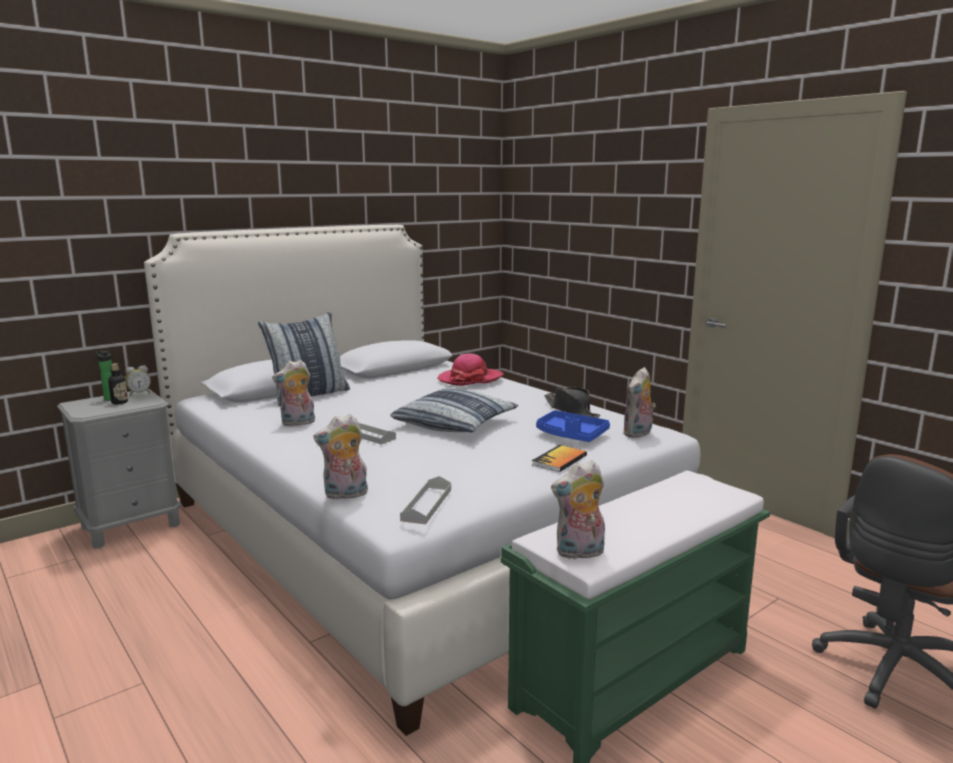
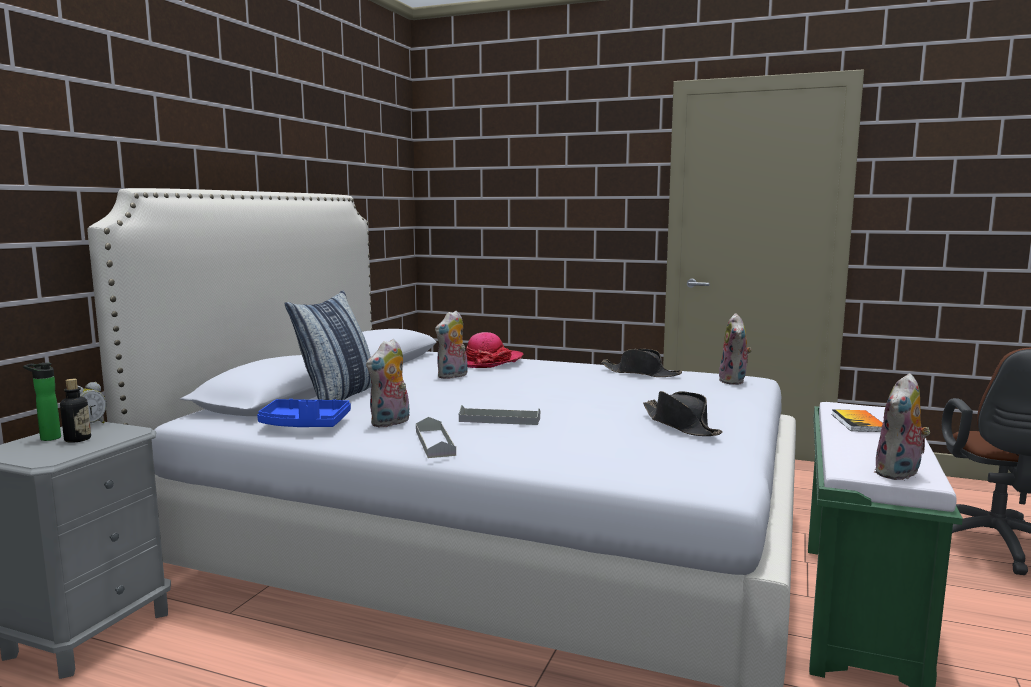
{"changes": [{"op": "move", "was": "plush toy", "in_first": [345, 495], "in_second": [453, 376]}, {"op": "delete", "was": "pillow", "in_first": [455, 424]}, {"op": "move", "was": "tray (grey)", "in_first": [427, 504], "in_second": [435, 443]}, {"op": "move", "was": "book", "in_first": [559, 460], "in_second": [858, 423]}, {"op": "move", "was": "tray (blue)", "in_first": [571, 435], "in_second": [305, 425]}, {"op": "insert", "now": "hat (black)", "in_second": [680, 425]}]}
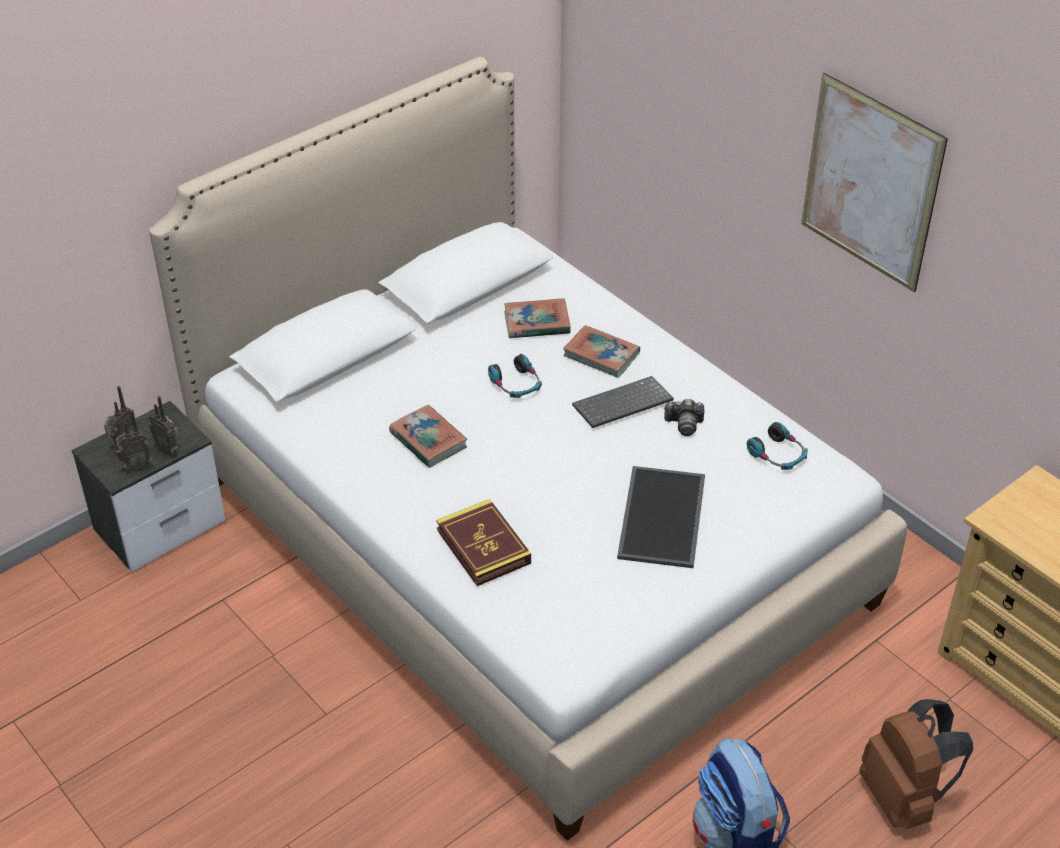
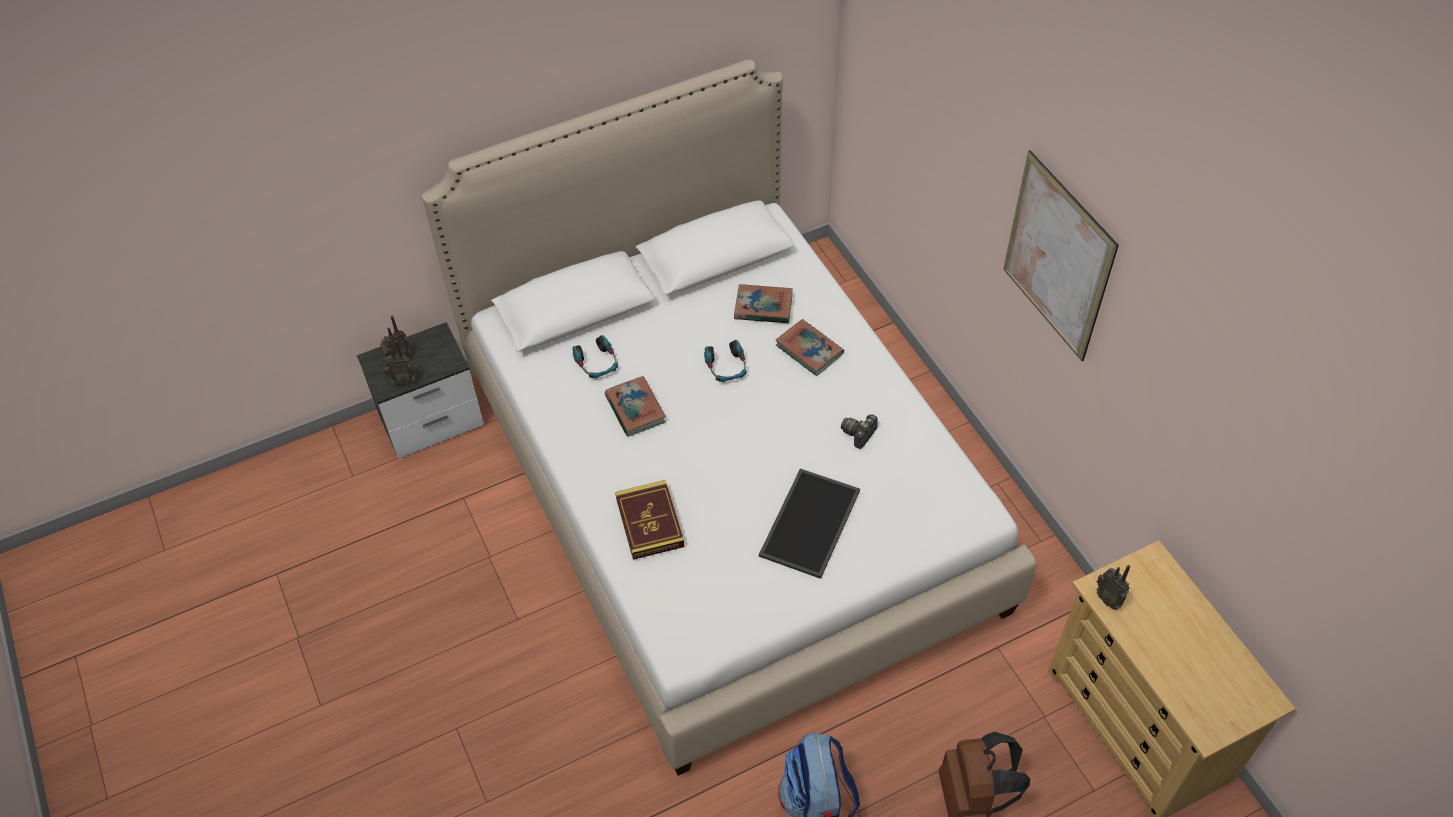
{"changes": [{"op": "move", "was": "radio", "in_first": [168, 449], "in_second": [1108, 599]}, {"op": "delete", "was": "keyboard", "in_first": [622, 405]}, {"op": "rotate", "was": "photo camera", "in_first": [684, 424], "in_second": [859, 434], "clockwise": 105}, {"op": "move", "was": "headphones", "in_first": [778, 455], "in_second": [597, 363]}]}
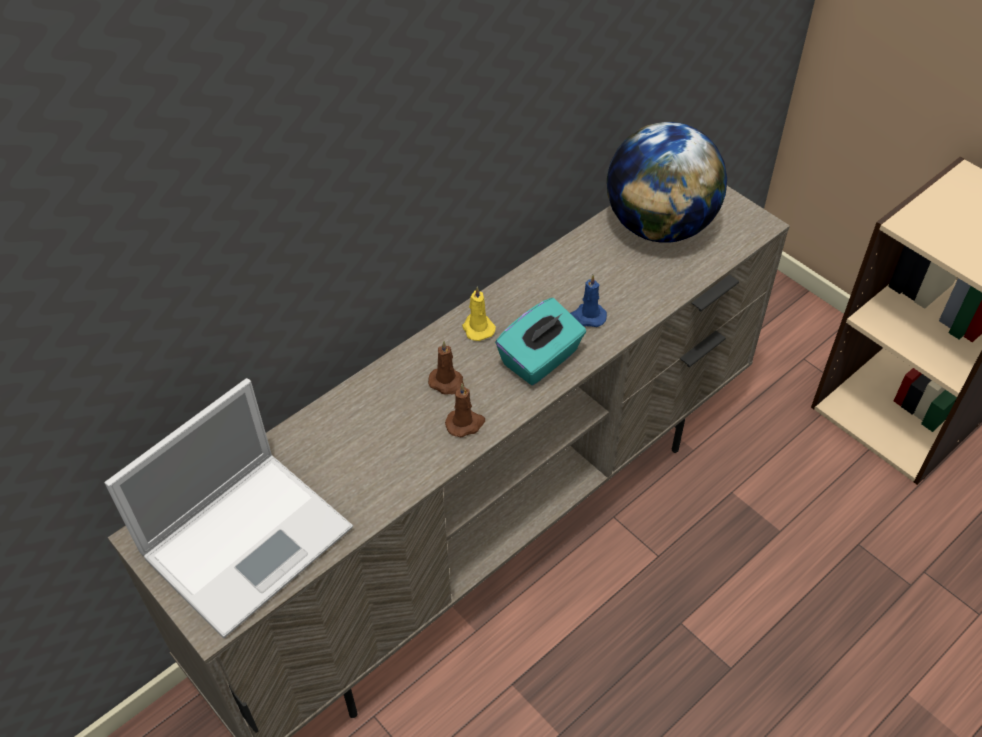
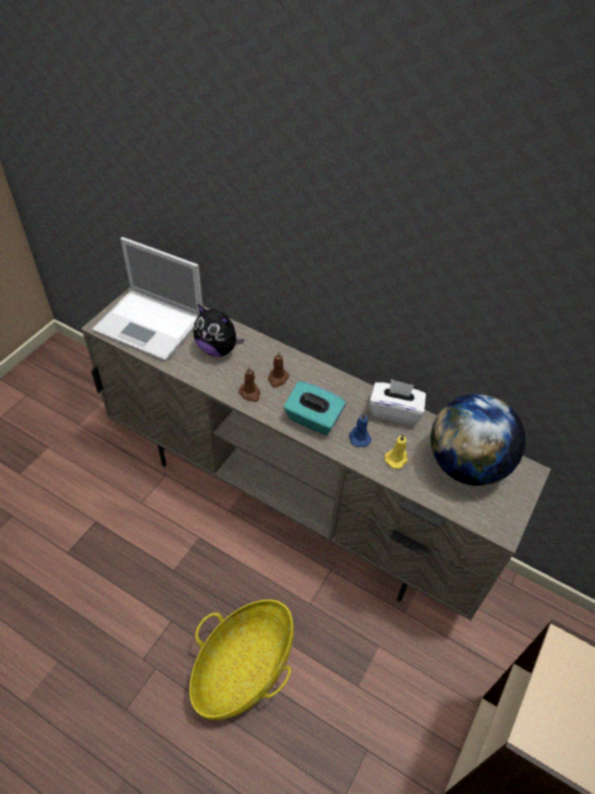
{"changes": [{"op": "move", "was": "candle (yellow)", "in_first": [477, 328], "in_second": [397, 458]}, {"op": "insert", "now": "basket", "in_second": [243, 668]}, {"op": "insert", "now": "plush toy", "in_second": [218, 349]}, {"op": "insert", "now": "tissue box (white)", "in_second": [394, 412]}]}
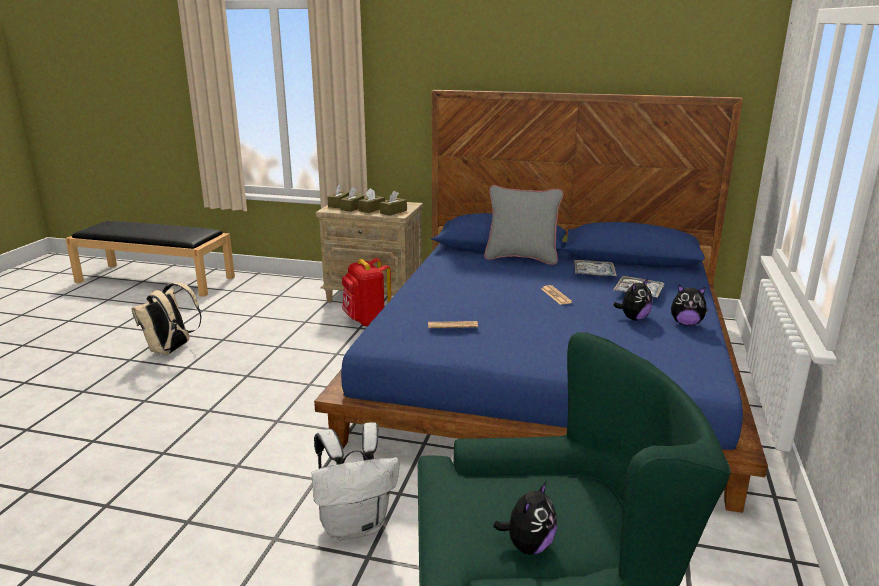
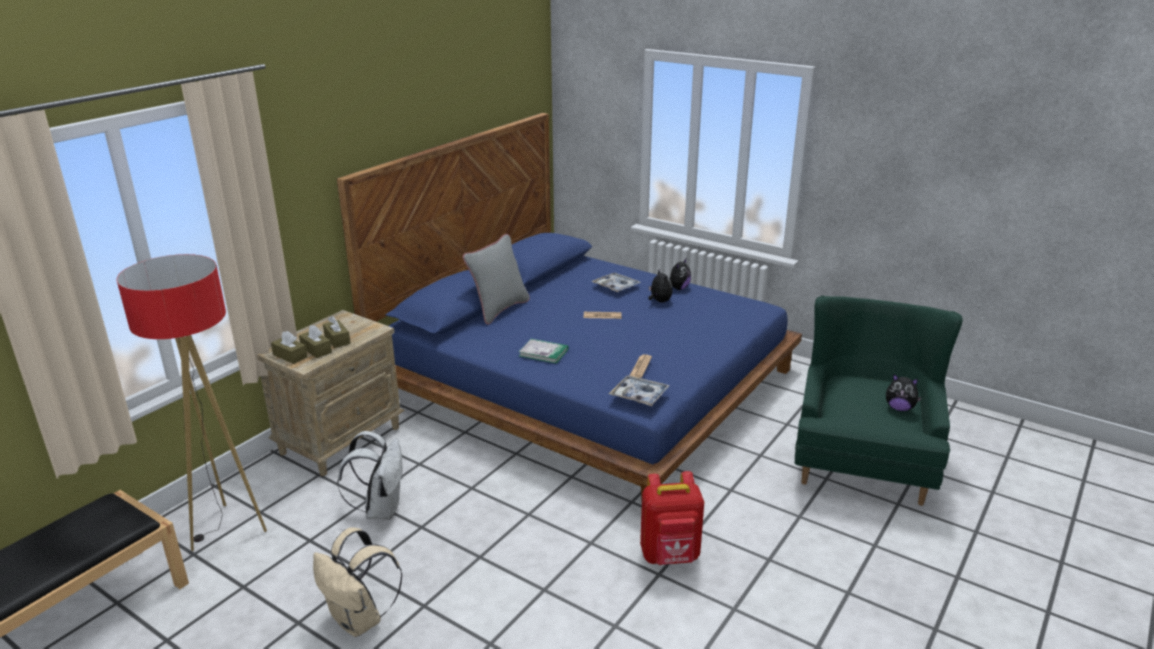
{"changes": [{"op": "move", "was": "backpack (white)", "in_first": [355, 525], "in_second": [381, 509]}, {"op": "move", "was": "backpack (red)", "in_first": [366, 321], "in_second": [670, 556]}, {"op": "delete", "was": "tissue box (brown)", "in_first": [393, 212]}, {"op": "rotate", "was": "plush toy", "in_first": [528, 545], "in_second": [899, 408], "clockwise": 150}, {"op": "move", "was": "tray", "in_first": [594, 273], "in_second": [639, 395]}, {"op": "insert", "now": "floor lamp", "in_second": [227, 529]}, {"op": "insert", "now": "book", "in_second": [543, 353]}]}
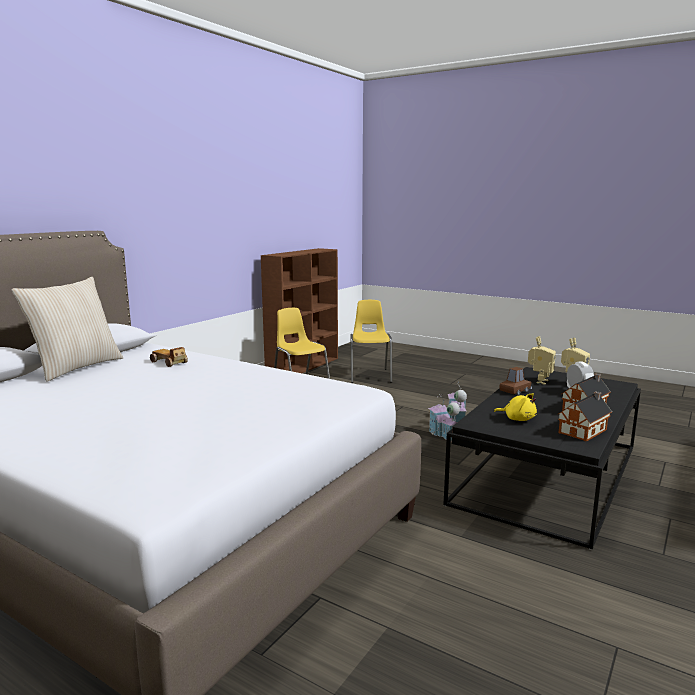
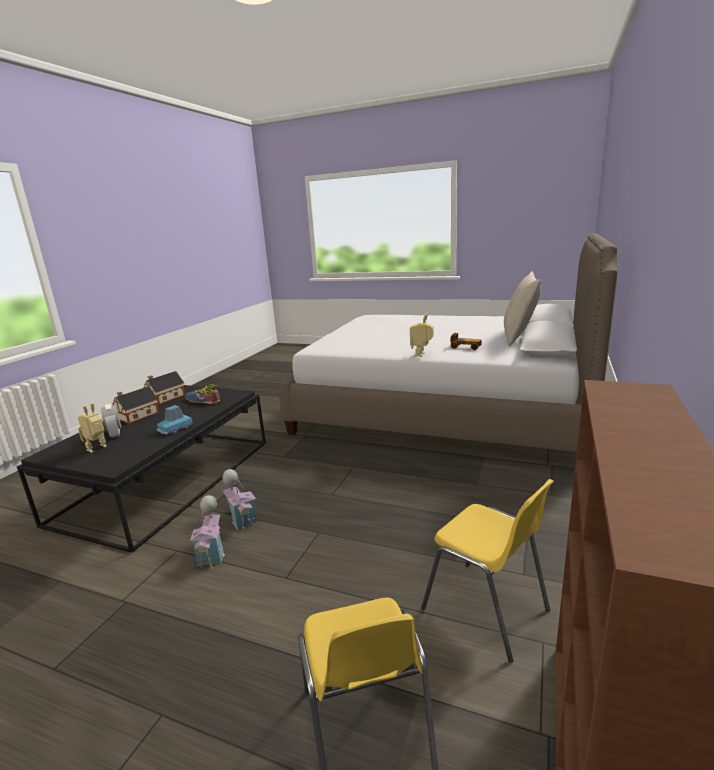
{"changes": [{"op": "replace", "was": "plush toy (yellow)", "now": "shoe", "in_first": [517, 419], "in_second": [203, 401]}, {"op": "recolor", "was": "toy car (brown)", "now": "toy car (blue)", "in_first": [515, 391], "in_second": [175, 429]}, {"op": "move", "was": "toy robot", "in_first": [539, 381], "in_second": [422, 355]}]}
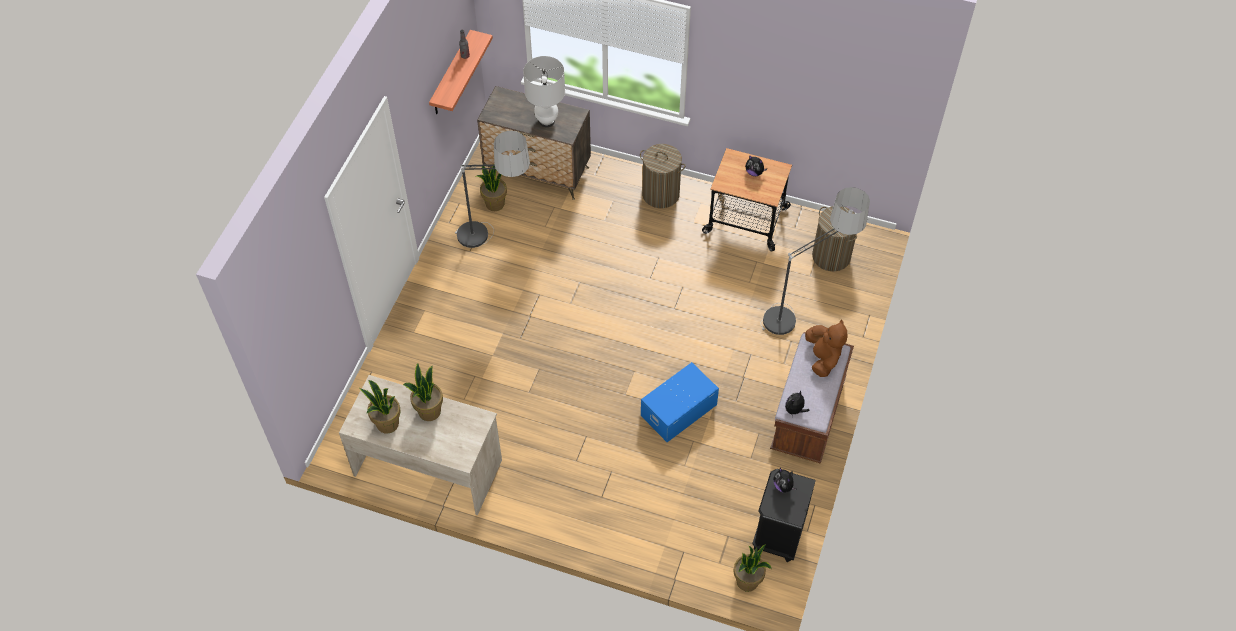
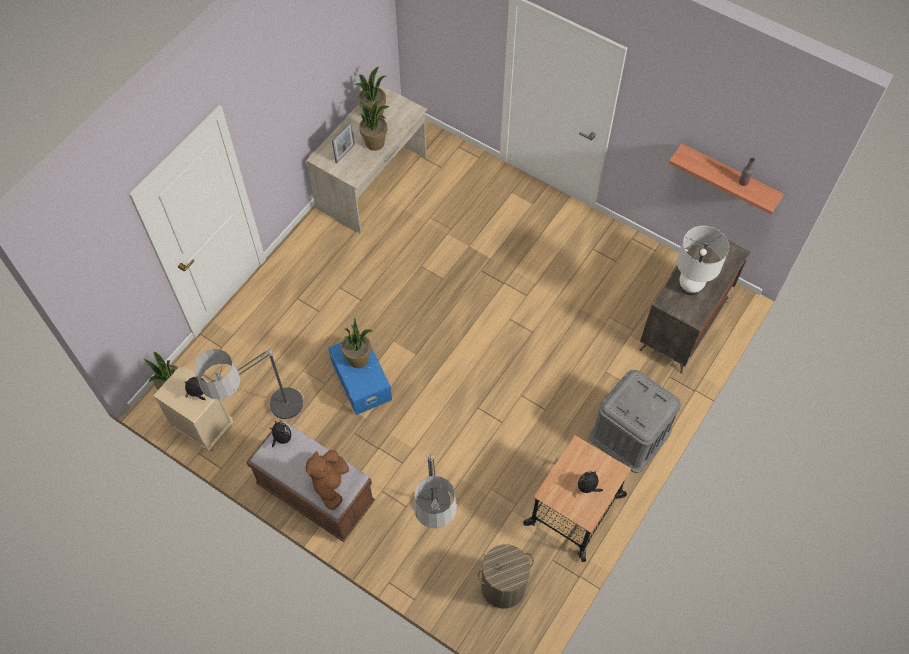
{"changes": [{"op": "move", "was": "floor lamp", "in_first": [496, 242], "in_second": [269, 425]}, {"op": "move", "was": "potted plant", "in_first": [495, 203], "in_second": [359, 359]}, {"op": "replace", "was": "laundry basket", "now": "storage box (grey)", "in_first": [661, 194], "in_second": [630, 434]}, {"op": "recolor", "was": "nightstand (black)", "now": "nightstand (beige)", "in_first": [778, 535], "in_second": [204, 427]}, {"op": "rotate", "was": "plush toy (brown)", "in_first": [823, 358], "in_second": [330, 484], "clockwise": 90}, {"op": "insert", "now": "picture frame", "in_second": [345, 153]}]}
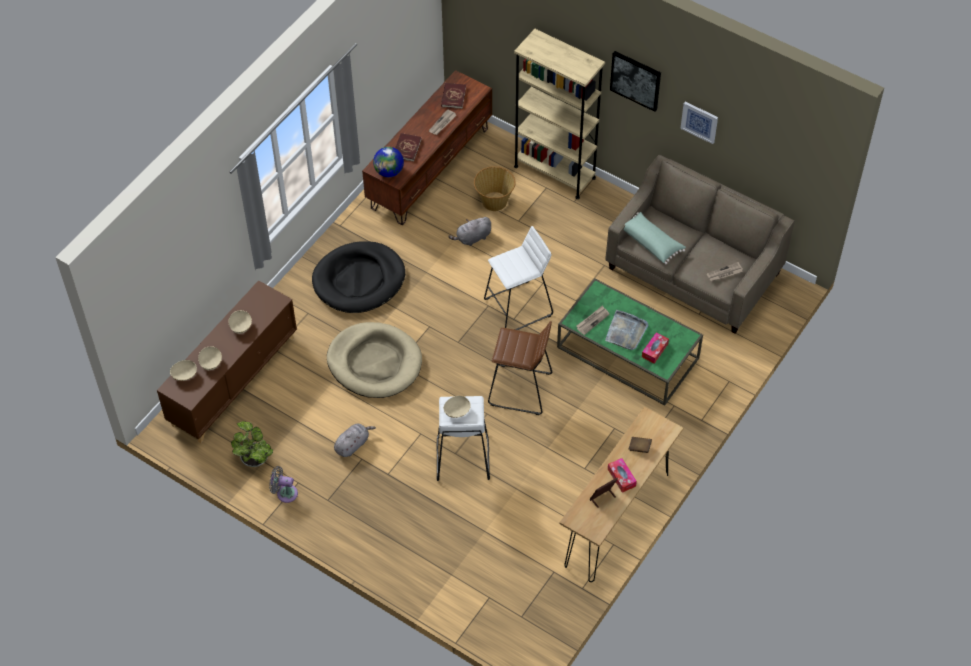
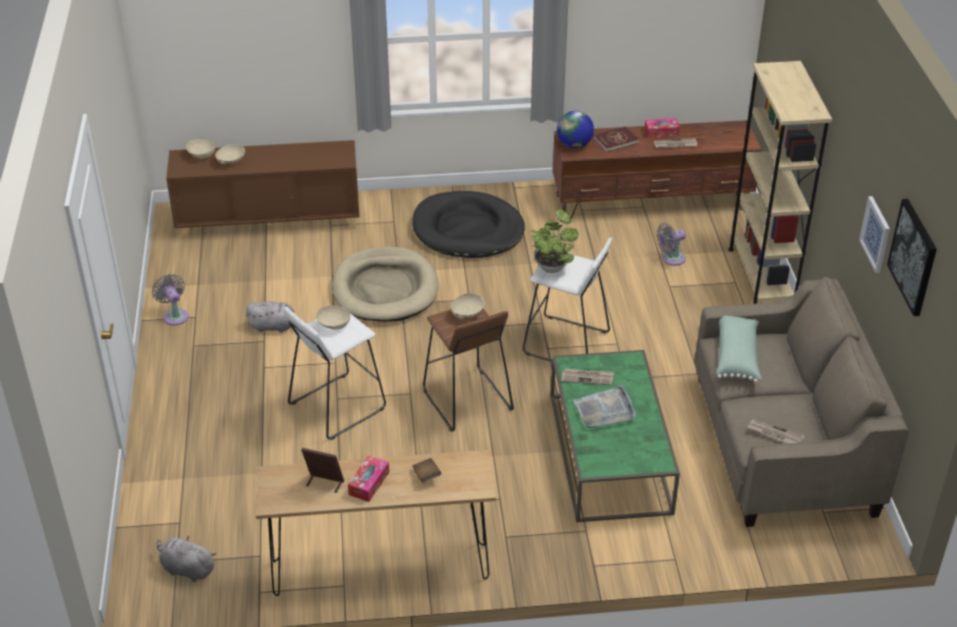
{"changes": [{"op": "move", "was": "bowl (beige)", "in_first": [241, 327], "in_second": [467, 314]}, {"op": "move", "was": "potted plant", "in_first": [254, 458], "in_second": [552, 266]}, {"op": "delete", "was": "book (red)", "in_first": [453, 97]}, {"op": "move", "was": "plush toy (grey)", "in_first": [472, 238], "in_second": [186, 569]}, {"op": "replace", "was": "basket", "now": "fan (grey)", "in_first": [494, 201], "in_second": [671, 259]}, {"op": "move", "was": "picture", "in_first": [636, 80], "in_second": [913, 257]}, {"op": "move", "was": "tissue box", "in_first": [654, 350], "in_second": [661, 132]}]}
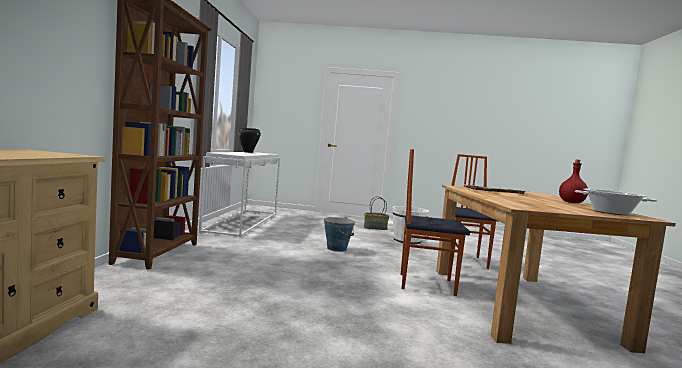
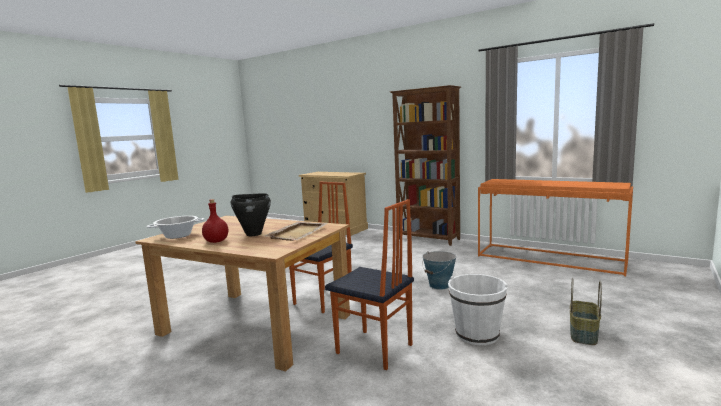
{"changes": [{"op": "recolor", "was": "console table (white)", "now": "console table (orange)", "in_first": [242, 222], "in_second": [550, 259]}, {"op": "move", "was": "cooking pot (black)", "in_first": [248, 152], "in_second": [253, 234]}]}
